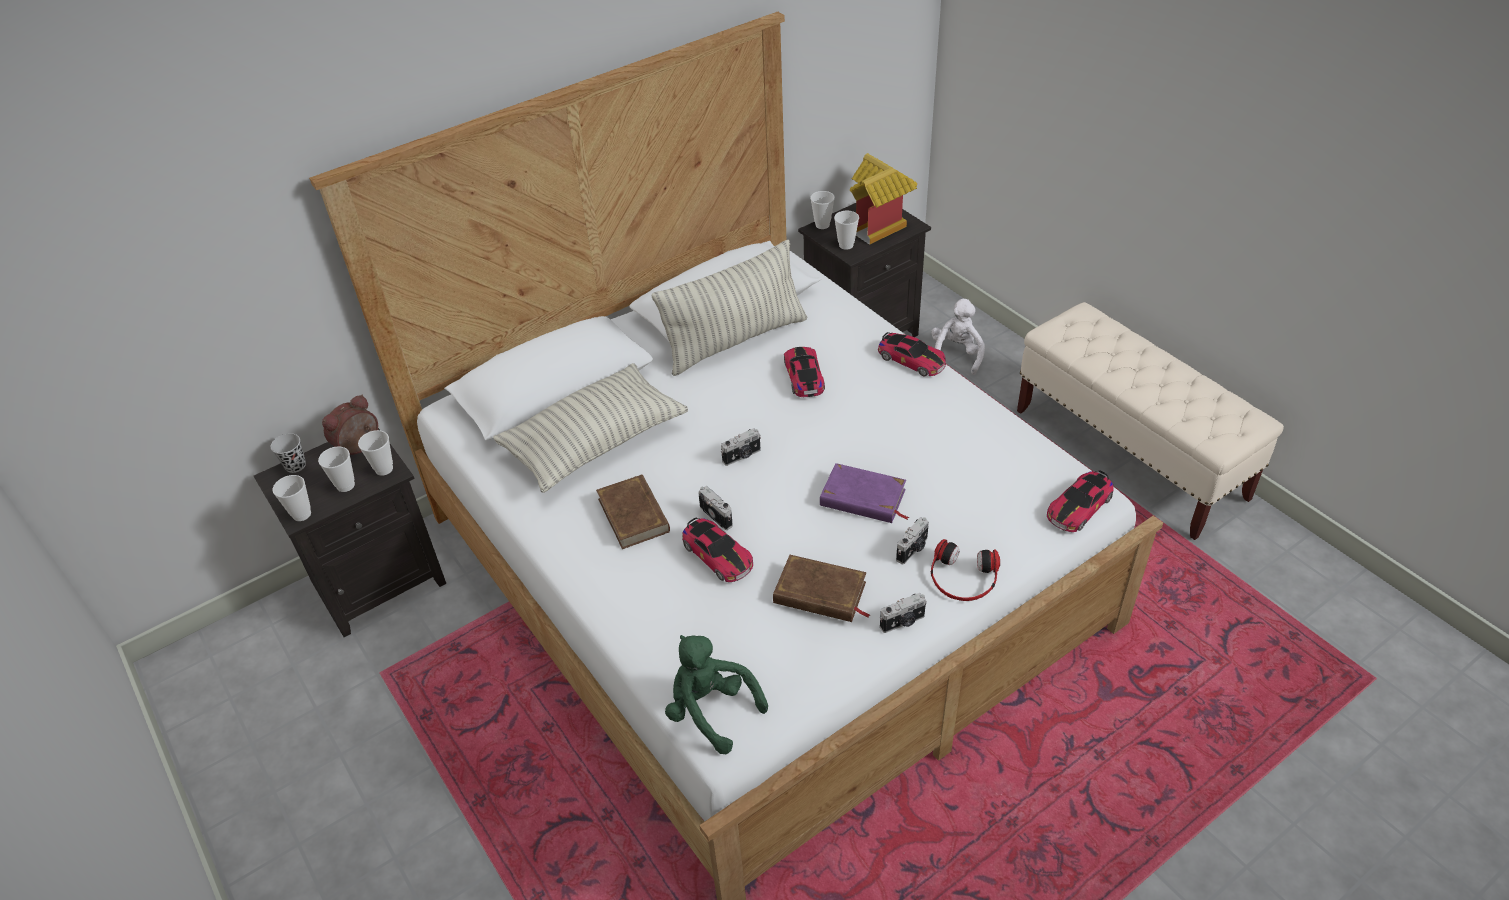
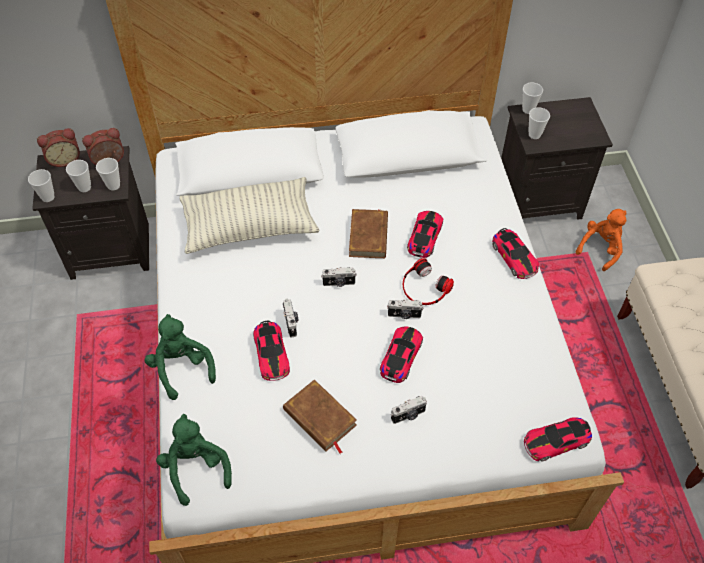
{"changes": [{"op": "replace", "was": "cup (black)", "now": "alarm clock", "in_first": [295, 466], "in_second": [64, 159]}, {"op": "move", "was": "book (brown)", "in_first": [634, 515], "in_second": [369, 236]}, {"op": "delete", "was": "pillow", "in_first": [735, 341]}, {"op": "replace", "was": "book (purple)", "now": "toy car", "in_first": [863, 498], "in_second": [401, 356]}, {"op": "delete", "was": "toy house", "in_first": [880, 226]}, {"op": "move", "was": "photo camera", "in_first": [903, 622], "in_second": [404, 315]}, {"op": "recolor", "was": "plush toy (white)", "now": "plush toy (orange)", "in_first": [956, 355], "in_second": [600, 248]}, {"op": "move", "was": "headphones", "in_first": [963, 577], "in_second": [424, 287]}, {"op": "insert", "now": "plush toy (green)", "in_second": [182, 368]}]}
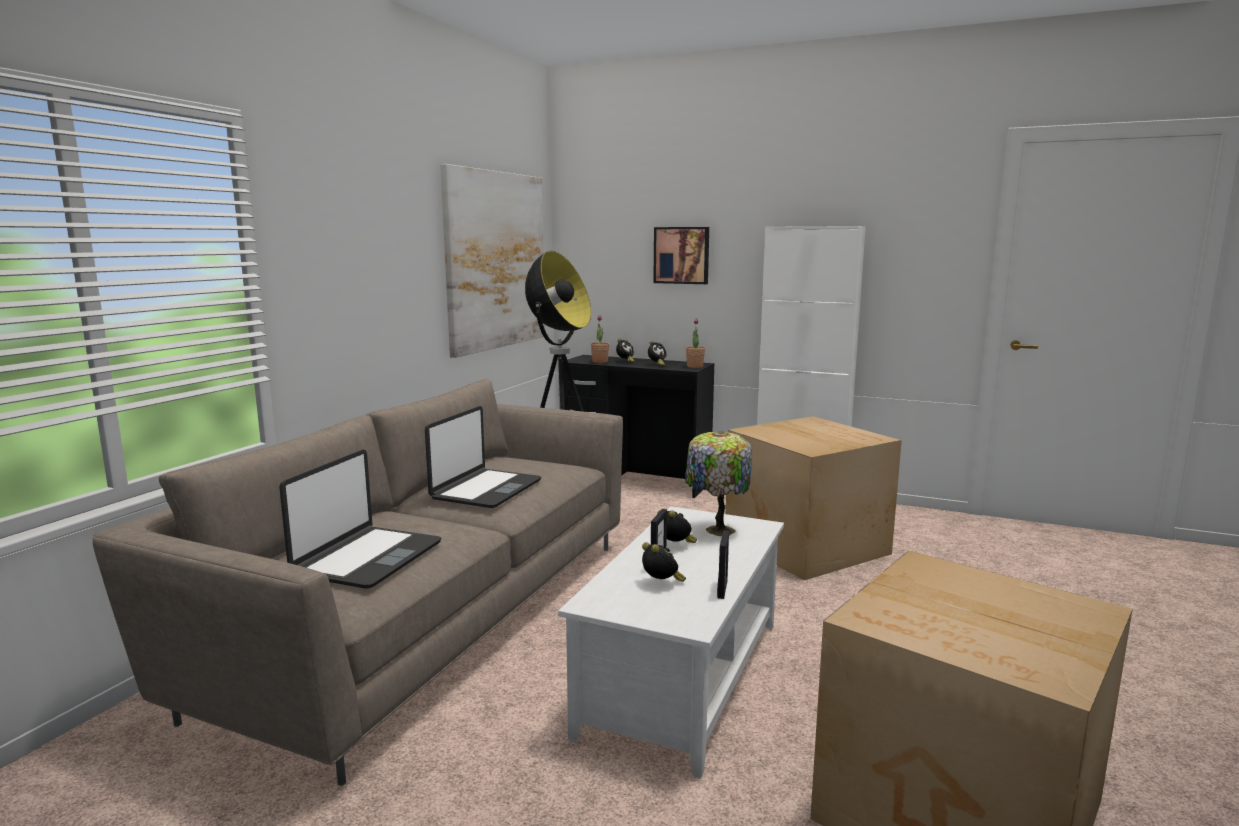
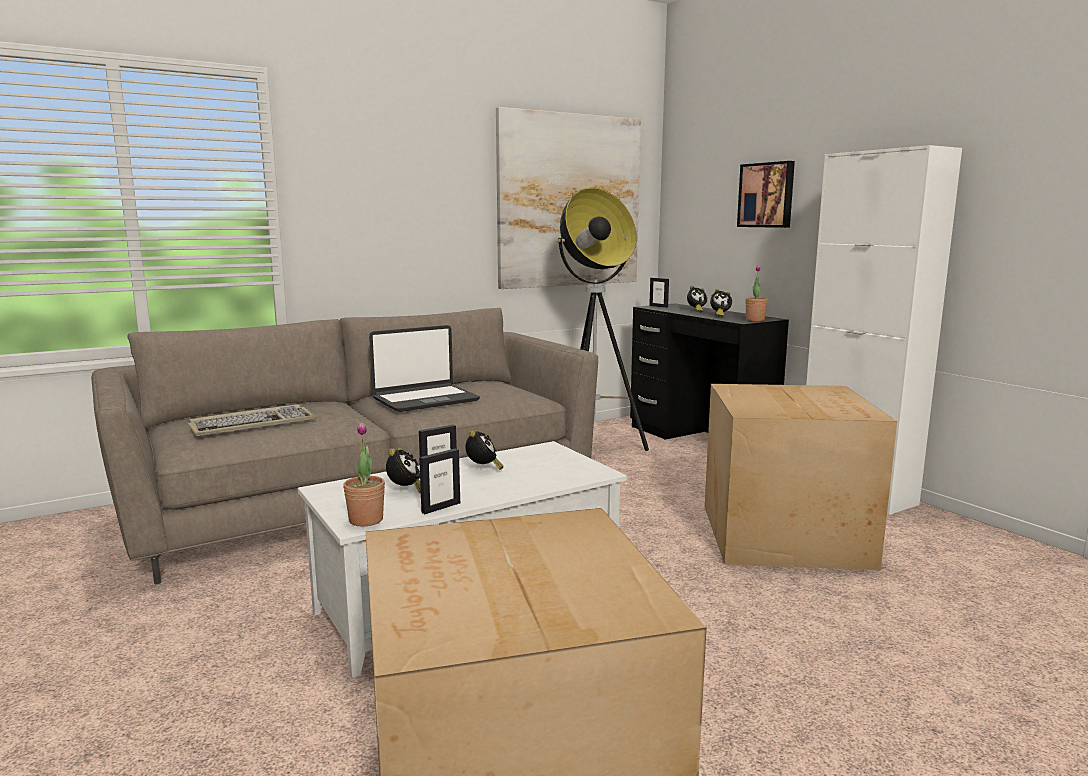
{"changes": [{"op": "replace", "was": "laptop", "now": "keyboard", "in_first": [367, 558], "in_second": [253, 425]}, {"op": "move", "was": "potted plant", "in_first": [600, 362], "in_second": [366, 520]}, {"op": "delete", "was": "table lamp", "in_first": [717, 530]}, {"op": "insert", "now": "picture frame", "in_second": [658, 306]}]}
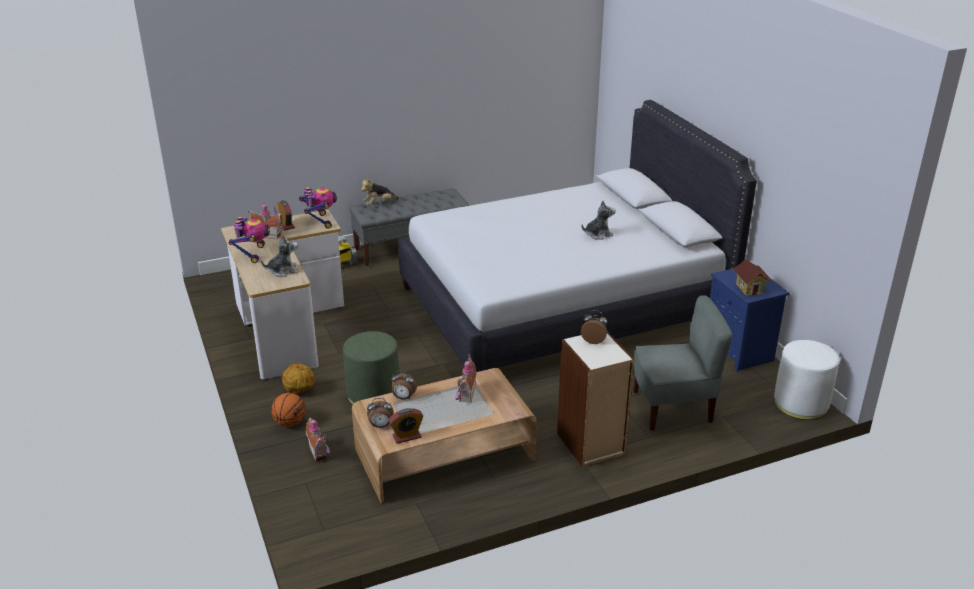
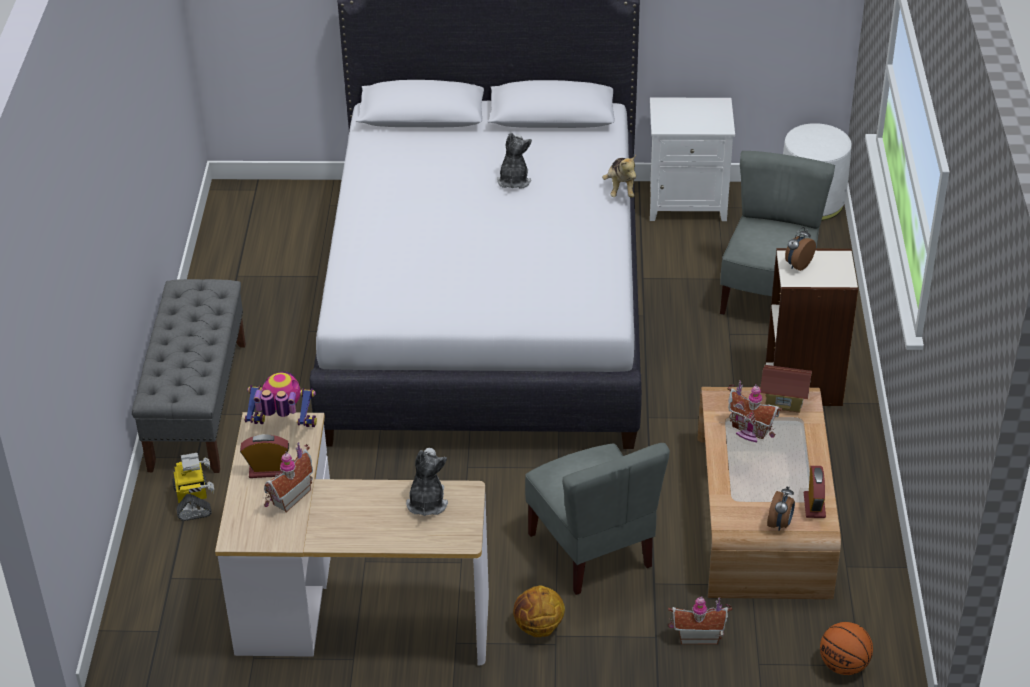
{"changes": [{"op": "delete", "was": "toy robot", "in_first": [253, 254]}, {"op": "move", "was": "basketball", "in_first": [290, 423], "in_second": [843, 665]}, {"op": "replace", "was": "ottoman (green)", "now": "chair (grey)", "in_first": [373, 394], "in_second": [592, 550]}, {"op": "move", "was": "plush toy", "in_first": [379, 204], "in_second": [620, 189]}, {"op": "delete", "was": "alarm clock", "in_first": [403, 398]}, {"op": "recolor", "was": "nightstand (blue)", "now": "nightstand (white)", "in_first": [740, 352], "in_second": [688, 202]}, {"op": "move", "was": "toy house", "in_first": [749, 289], "in_second": [783, 400]}]}
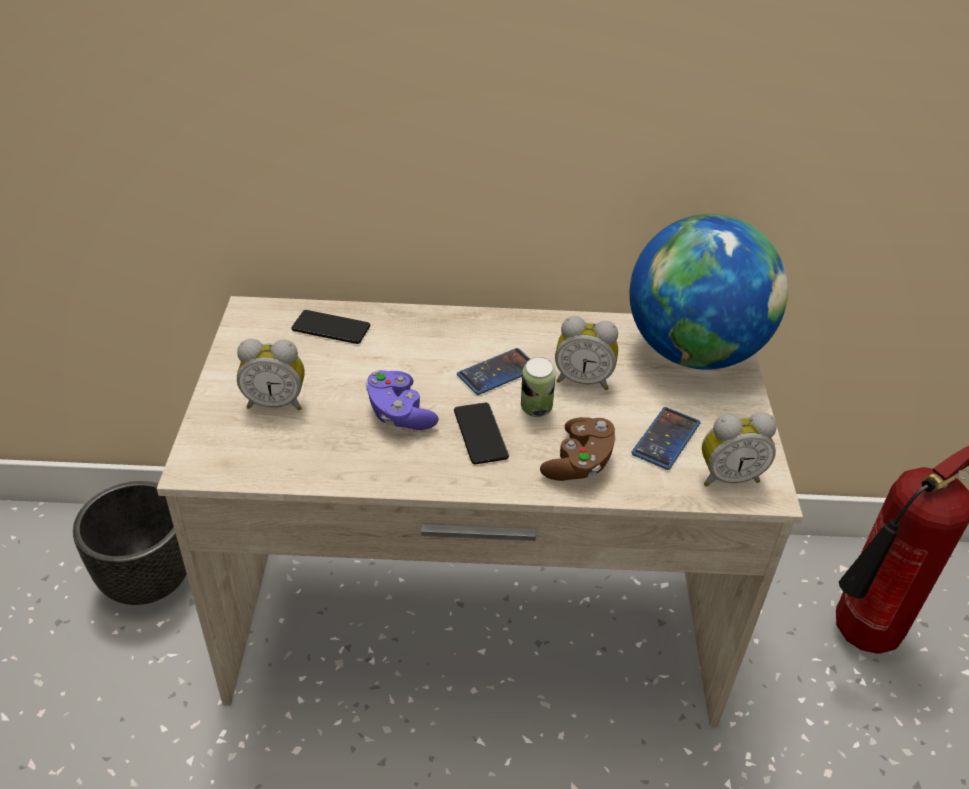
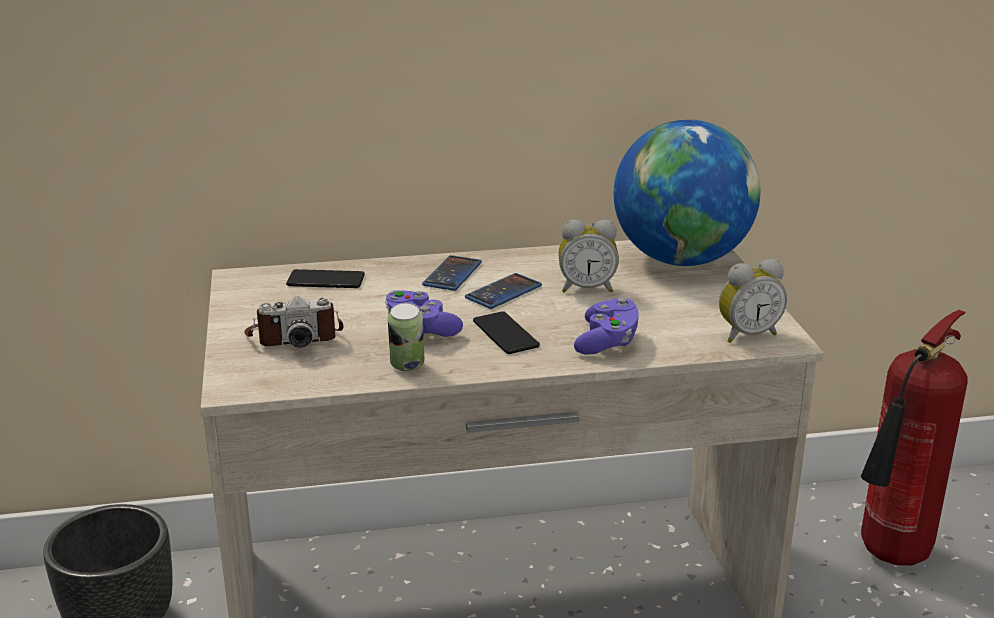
{"changes": [{"op": "replace", "was": "alarm clock", "now": "photo camera", "in_first": [276, 402], "in_second": [294, 336]}, {"op": "move", "was": "can", "in_first": [535, 411], "in_second": [407, 367]}, {"op": "recolor", "was": "game controller (brown)", "now": "game controller (purple)", "in_first": [579, 463], "in_second": [607, 342]}, {"op": "move", "was": "phone", "in_first": [666, 439], "in_second": [452, 274]}]}
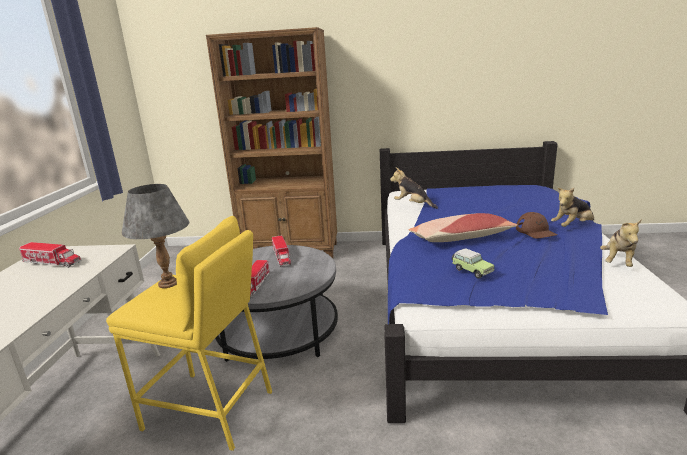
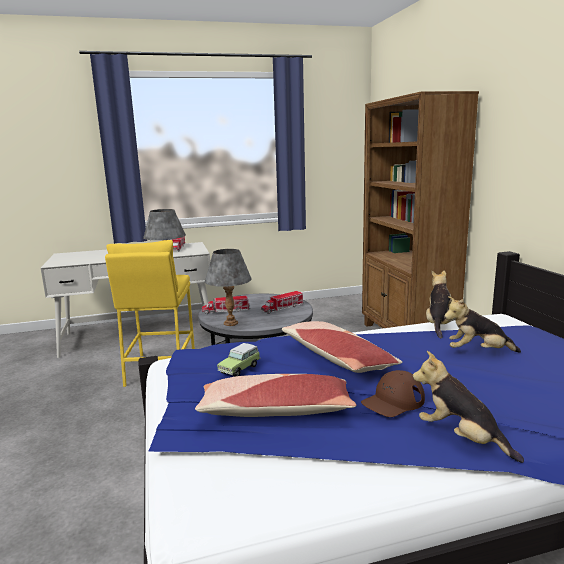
{"changes": [{"op": "move", "was": "plush toy", "in_first": [618, 262], "in_second": [477, 352]}, {"op": "insert", "now": "pillow", "in_second": [275, 411]}, {"op": "insert", "now": "table lamp (grey)", "in_second": [231, 323]}]}
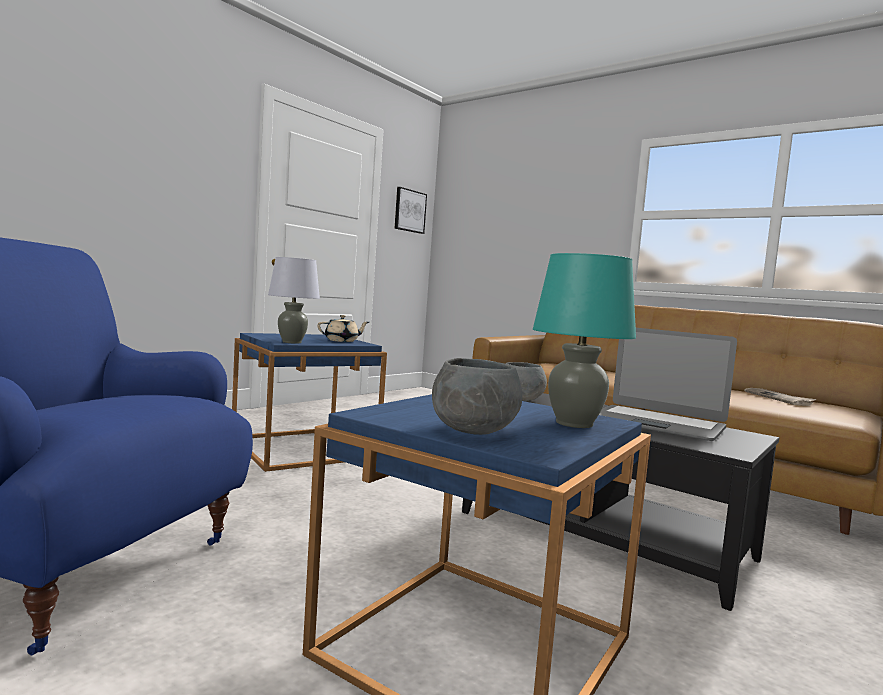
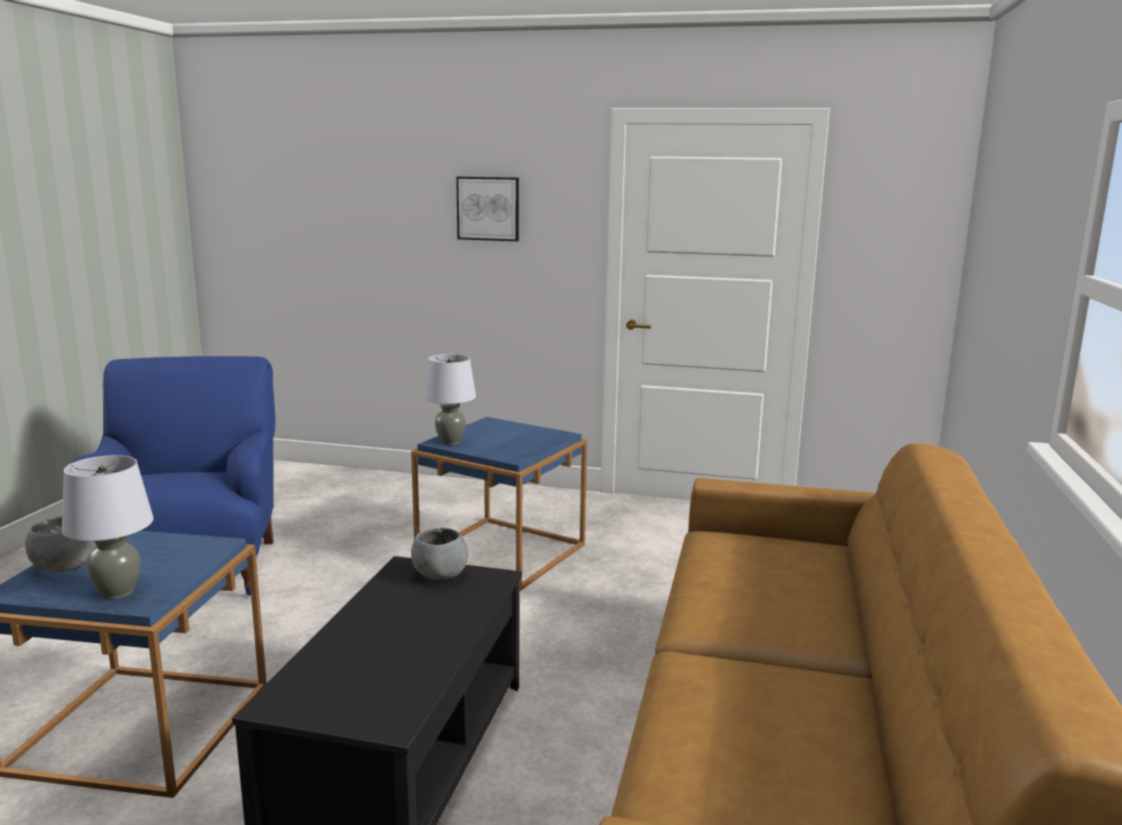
{"changes": [{"op": "delete", "was": "teapot (beige)", "in_first": [342, 341]}, {"op": "move", "was": "picture", "in_first": [409, 211], "in_second": [488, 208]}, {"op": "recolor", "was": "table lamp (turquoise)", "now": "table lamp (grey)", "in_first": [574, 424], "in_second": [116, 592]}, {"op": "delete", "was": "laptop", "in_first": [657, 424]}, {"op": "delete", "was": "newspaper", "in_first": [779, 399]}]}
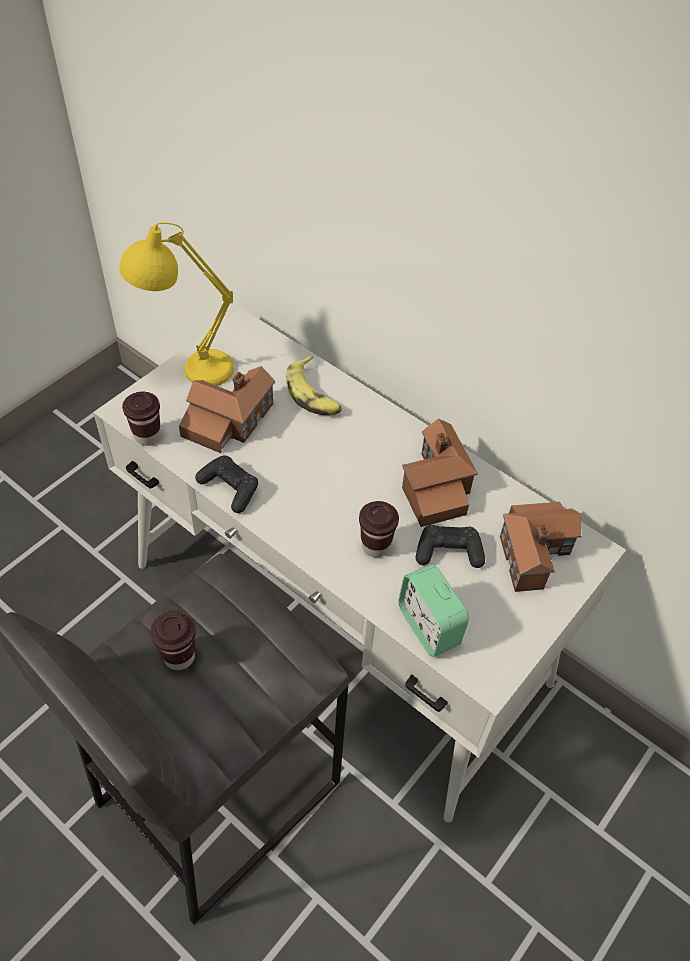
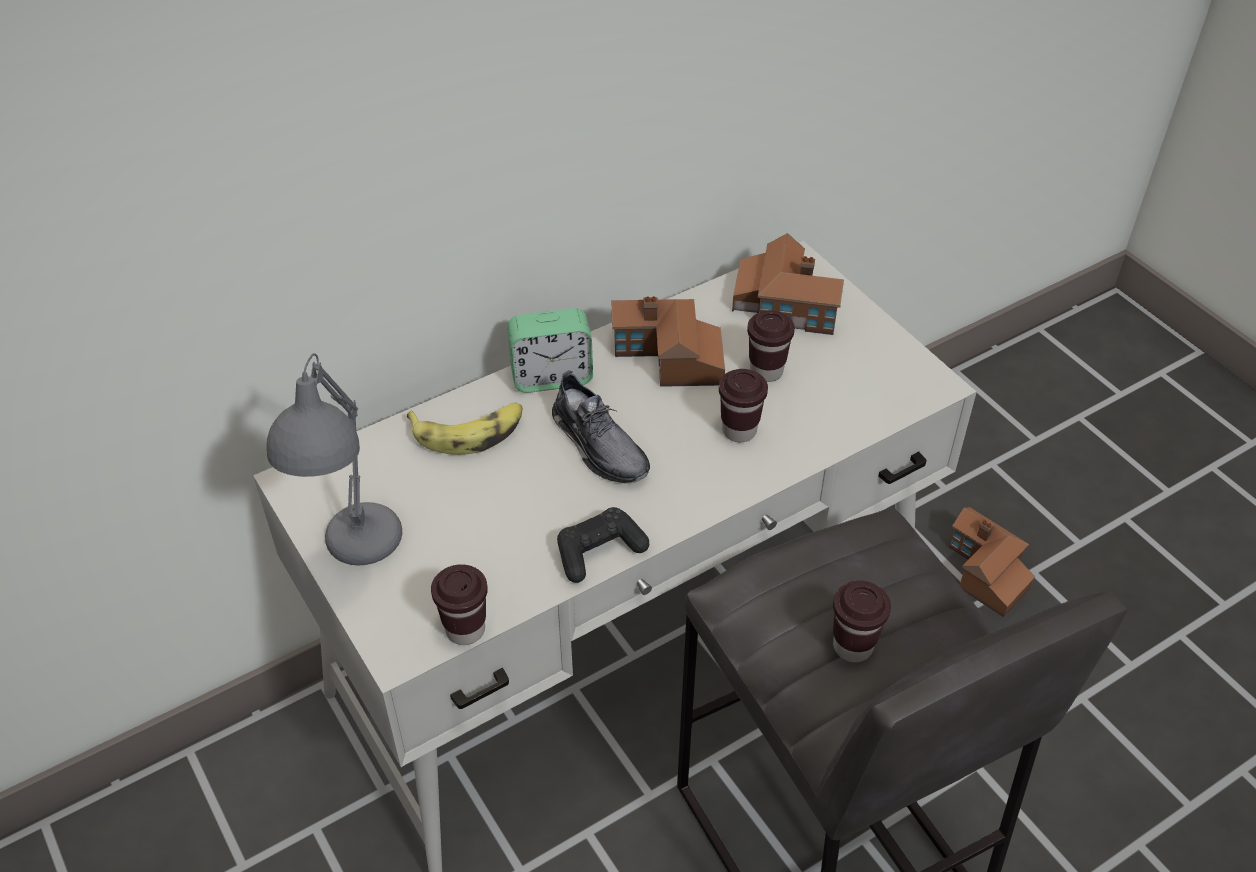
{"changes": [{"op": "recolor", "was": "table lamp (yellow)", "now": "table lamp (grey)", "in_first": [187, 371], "in_second": [354, 561]}, {"op": "move", "was": "toy house", "in_first": [228, 420], "in_second": [984, 573]}, {"op": "move", "was": "alarm clock", "in_first": [428, 626], "in_second": [551, 377]}, {"op": "replace", "was": "game controller (black)", "now": "cup (brown)", "in_first": [448, 552], "in_second": [766, 371]}, {"op": "insert", "now": "shoe (grey)", "in_second": [599, 445]}]}
